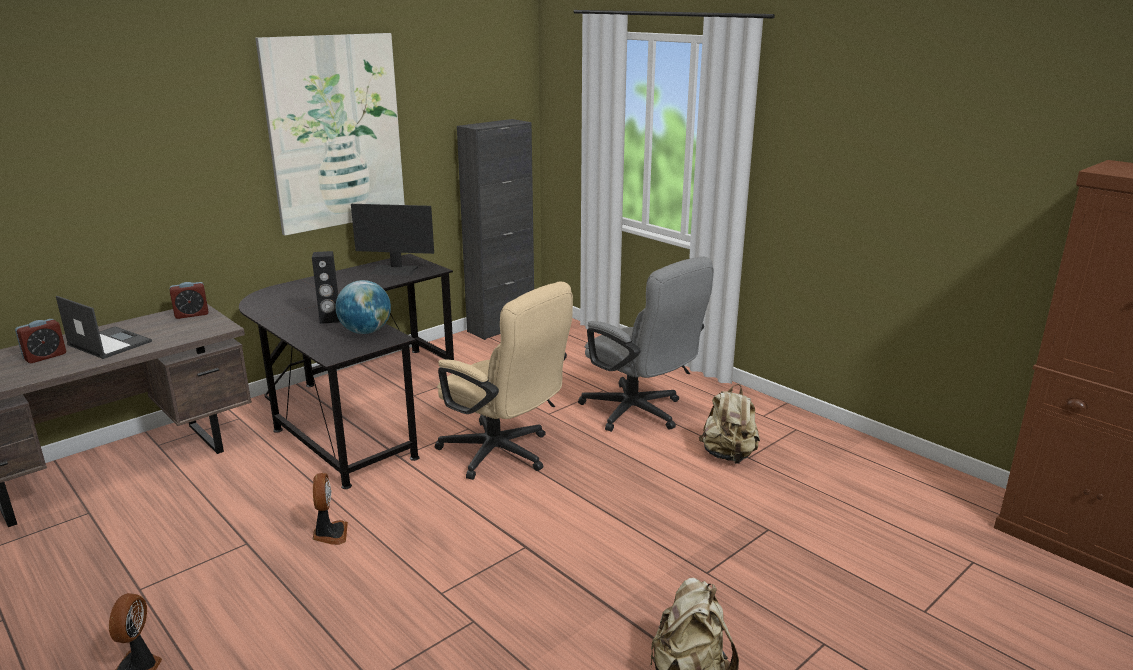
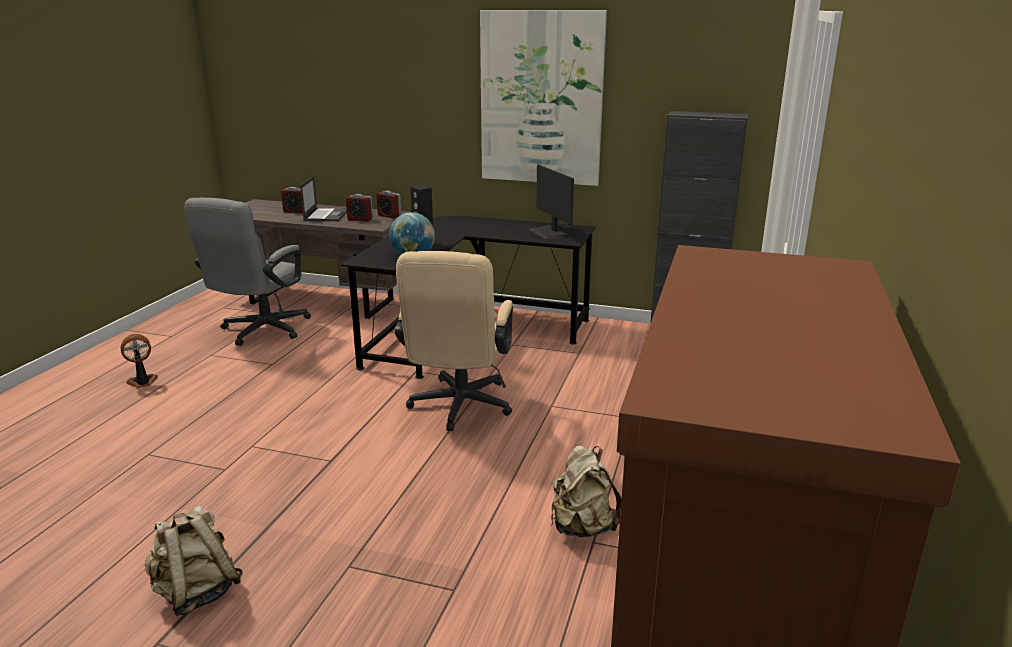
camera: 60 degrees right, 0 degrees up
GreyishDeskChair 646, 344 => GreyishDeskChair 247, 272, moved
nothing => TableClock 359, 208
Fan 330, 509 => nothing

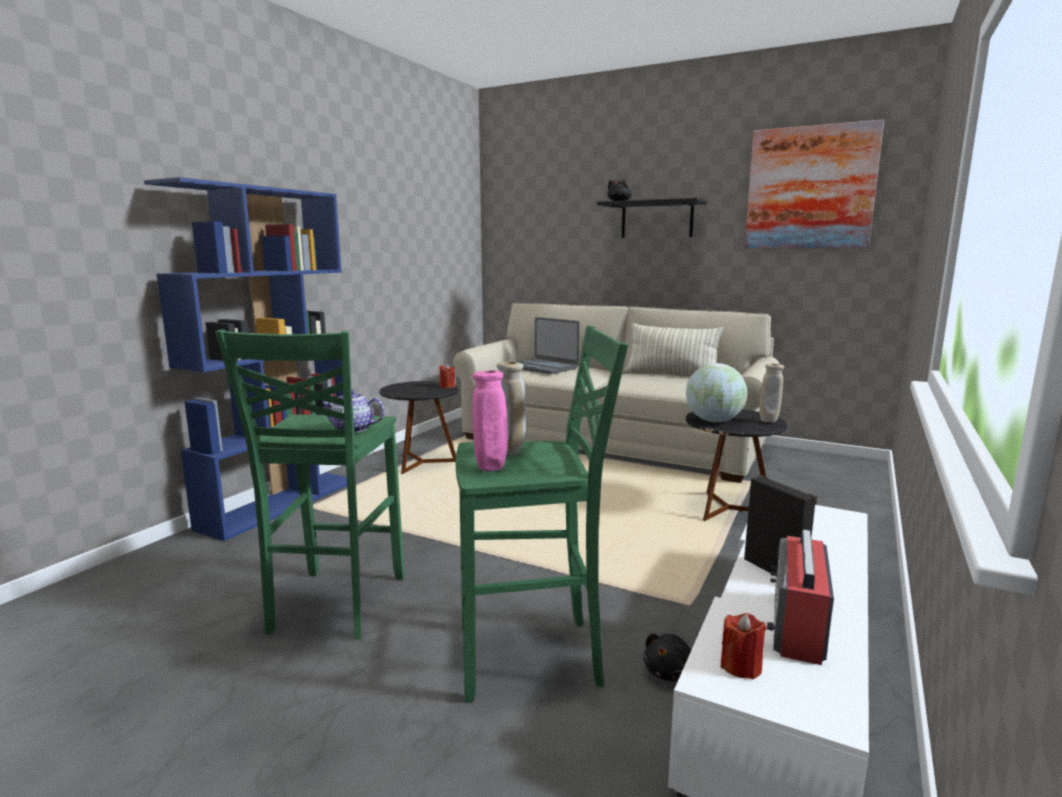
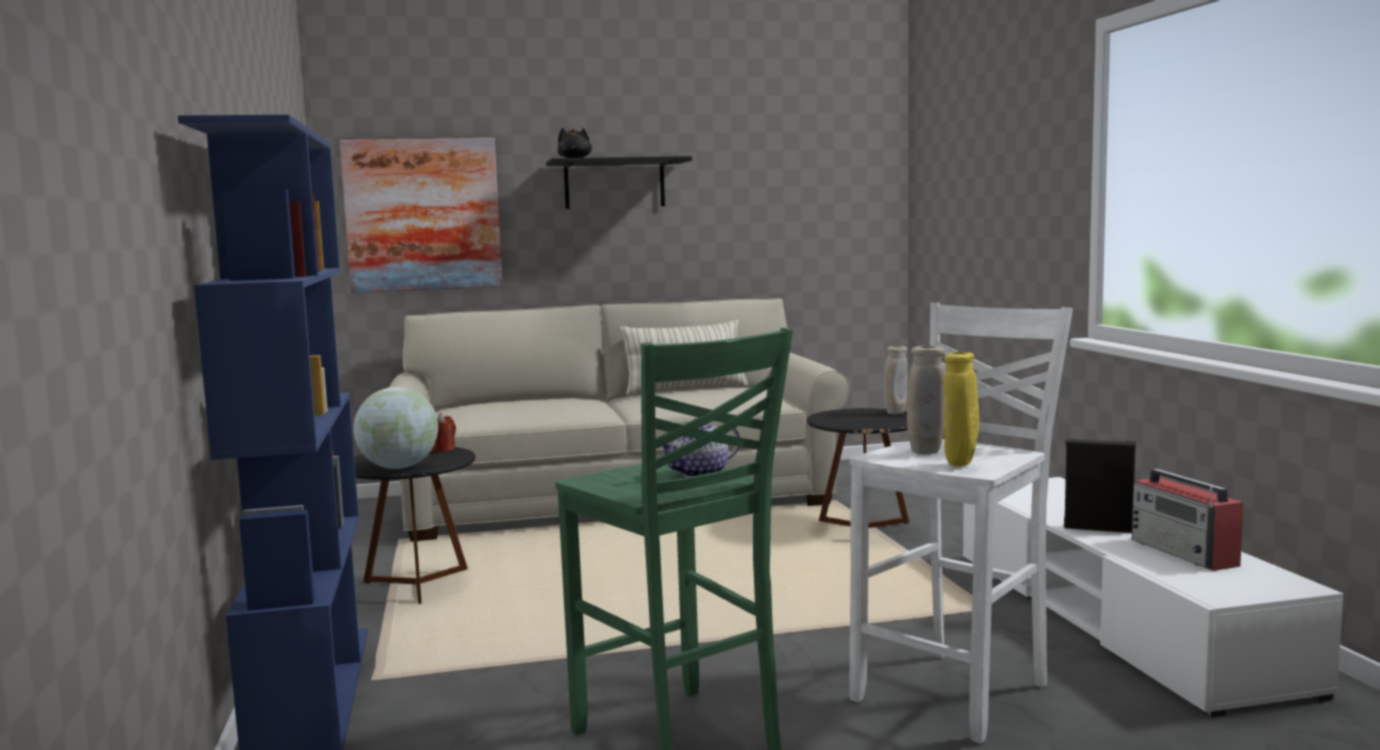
camera: 40 degrees left, 5 degrees down
WallPicture 814, 184 => WallPicture 421, 215, moved
Globe 716, 392 => Globe 395, 428, moved
GreenColouredSittingStool 542, 514 => WhitishSittingStool 961, 523
PinkishDecorativeVase 490, 420 => YellowishDecorativeVase 961, 409
NotebookComputer 549, 345 => nothing
BlackCuddlyToy 667, 657 => nothing
ReddishCandle 743, 646 => nothing

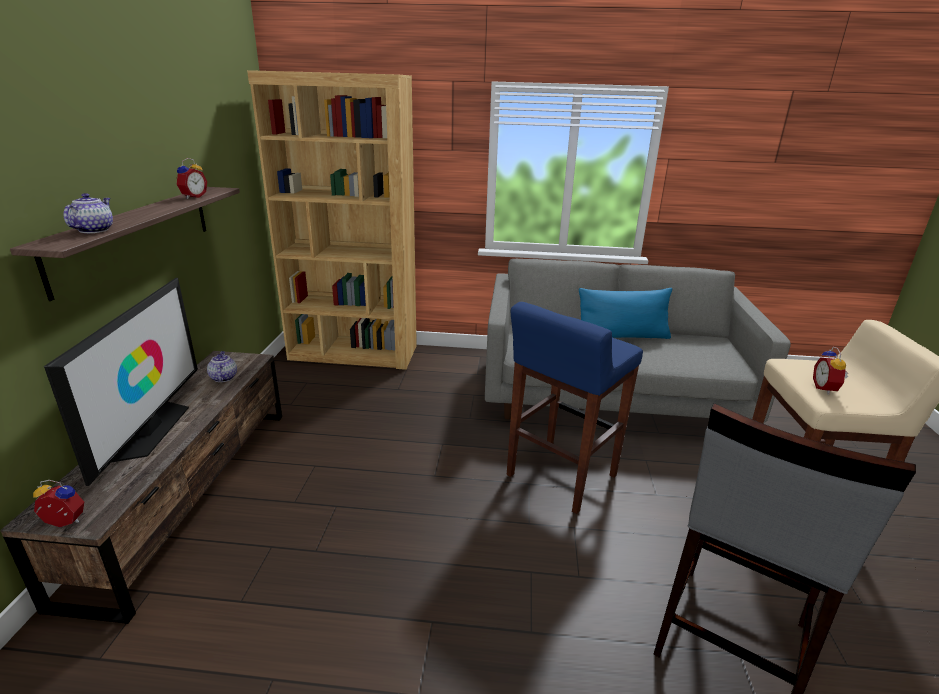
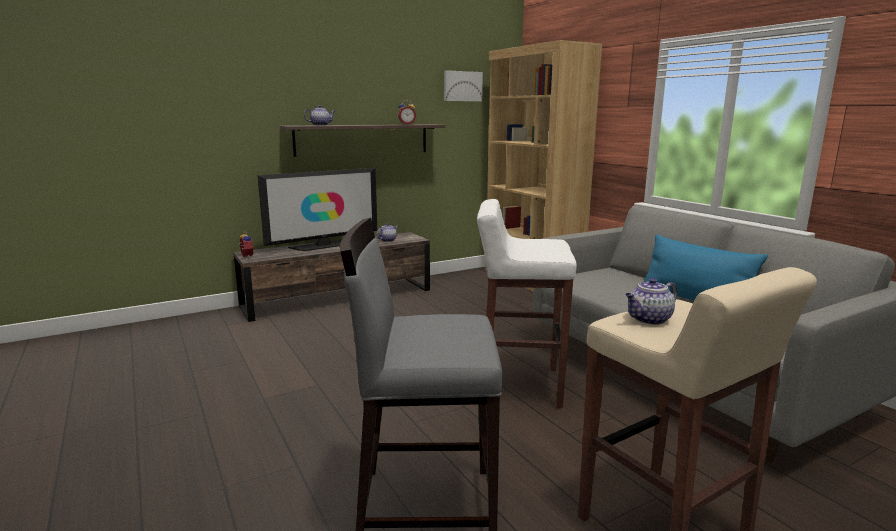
camera: 55 degrees right, 10 degrees down
nothing => WallPicture 463, 85
BluishSittingStool 575, 408 => WhitishSittingStool 527, 303
TableClock 830, 371 => Teapot 651, 301

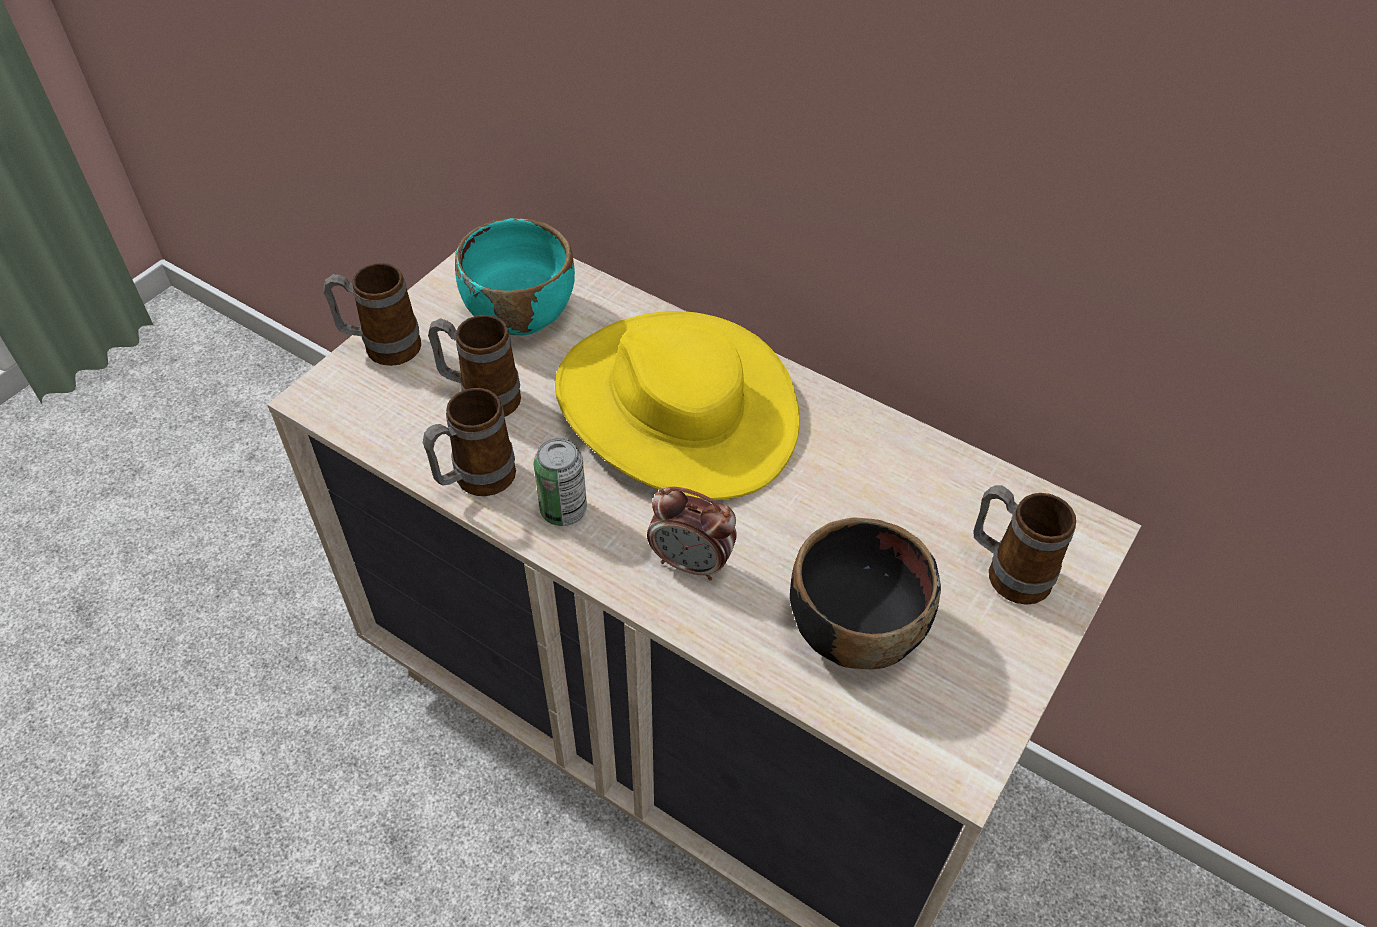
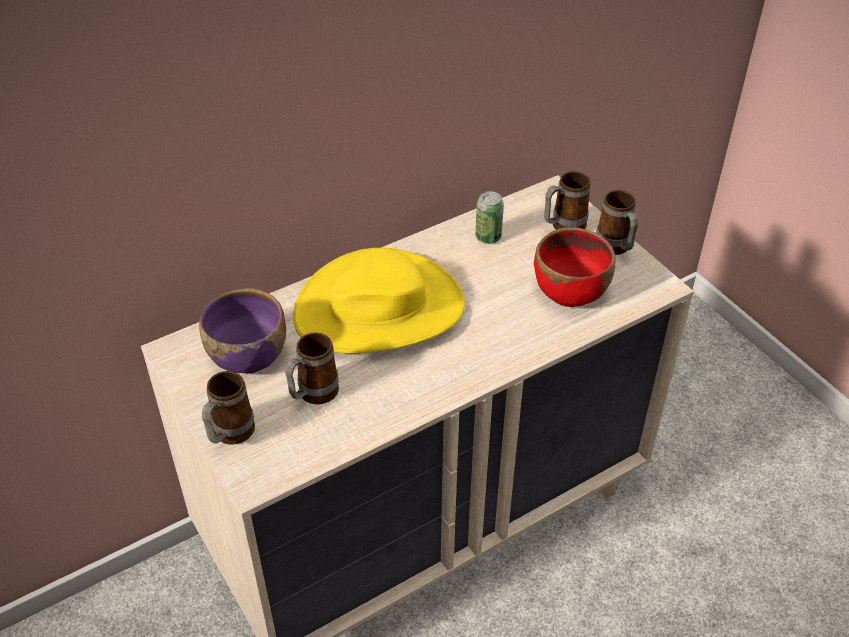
camera: 65 degrees left, 5 degrees down
TurquoiseServingBowl 515, 277 => PurpleServingBowl 242, 331
MetalCan 560, 482 => MetalCan 489, 217, moved
BlackServingBowl 865, 593 => ReddishServingBowl 575, 267
TeaMug 469, 442 => TeaMug 617, 222, moved
TableClock 692, 534 => nothing

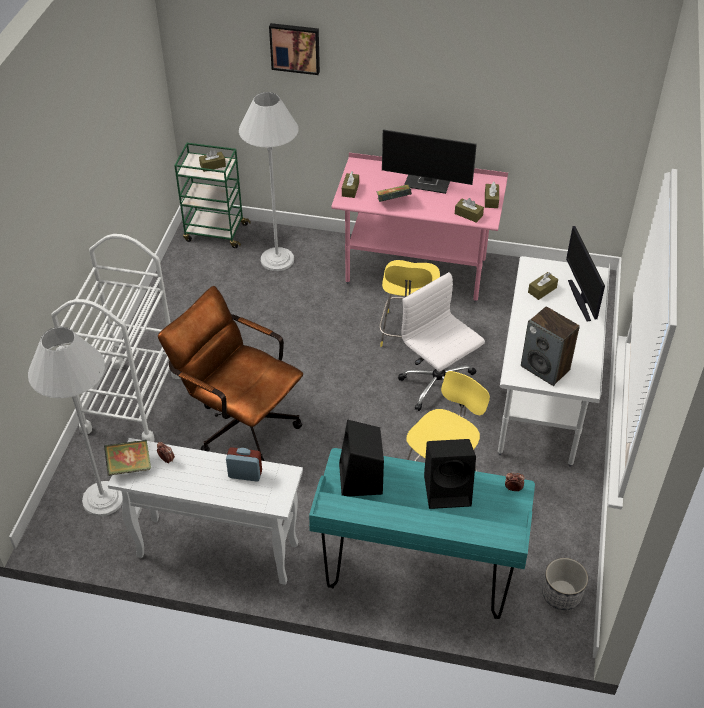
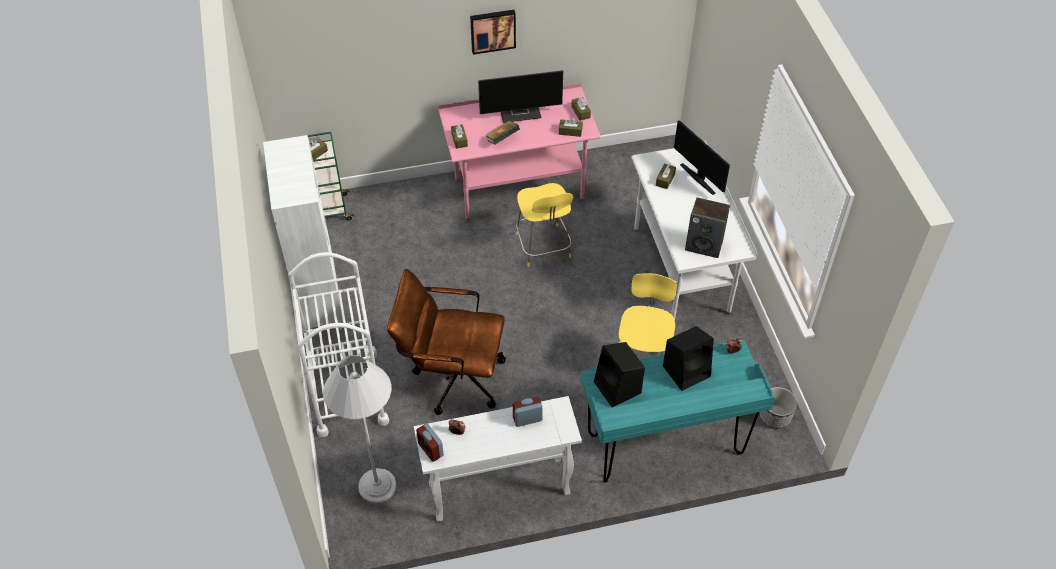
camera: 25 degrees left, 5 degrees up
nothing => WhitishShelvingUnit 303, 232
Volume 127, 458 => TableClock 430, 442
WallPicture 294, 49 => WallPicture 493, 32, moved
WhitishStandingLamp 269, 181 => nothing
WhitishDeskChair 441, 341 => nothing

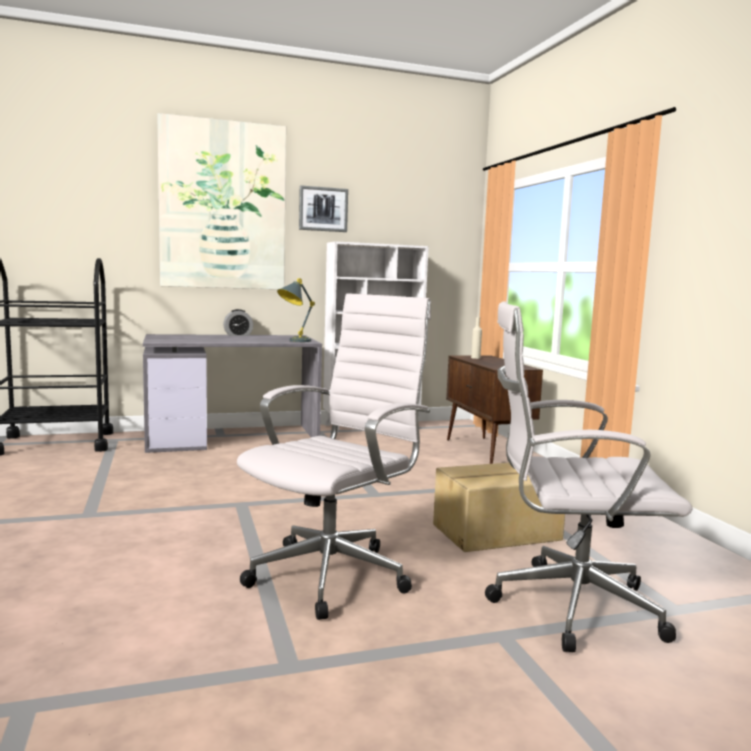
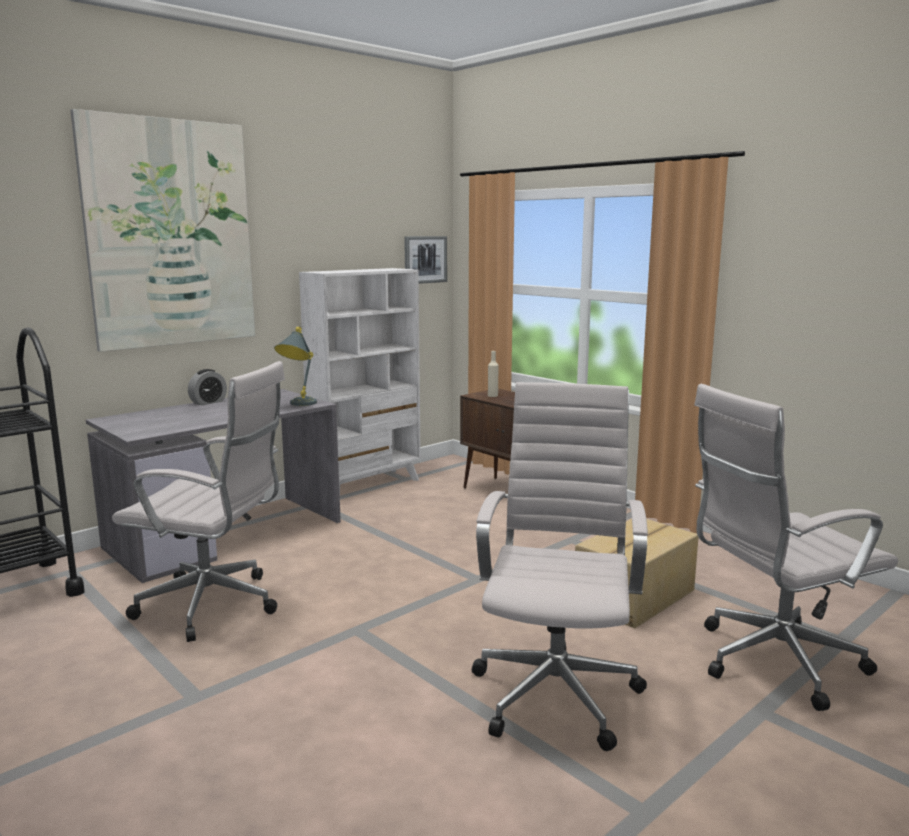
camera: 25 degrees left, 5 degrees up
nothing => WhitishDeskChair 198, 501
WallPicture 323, 208 => WallPicture 425, 260, moved

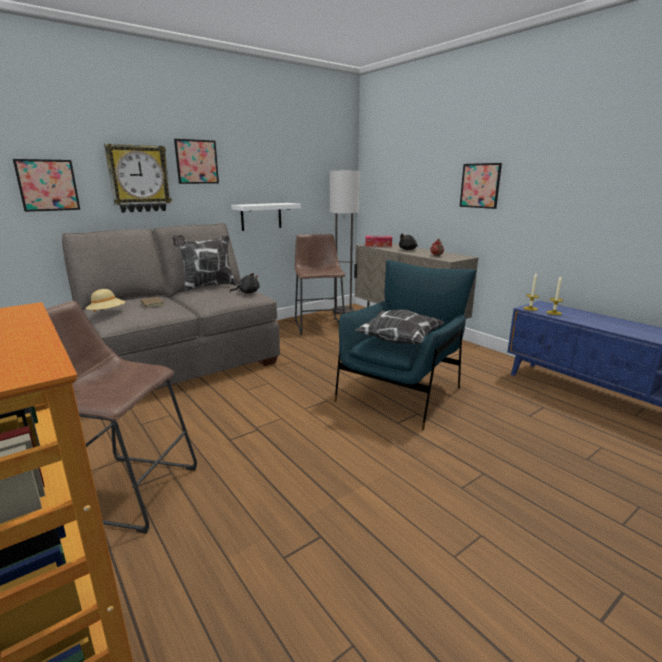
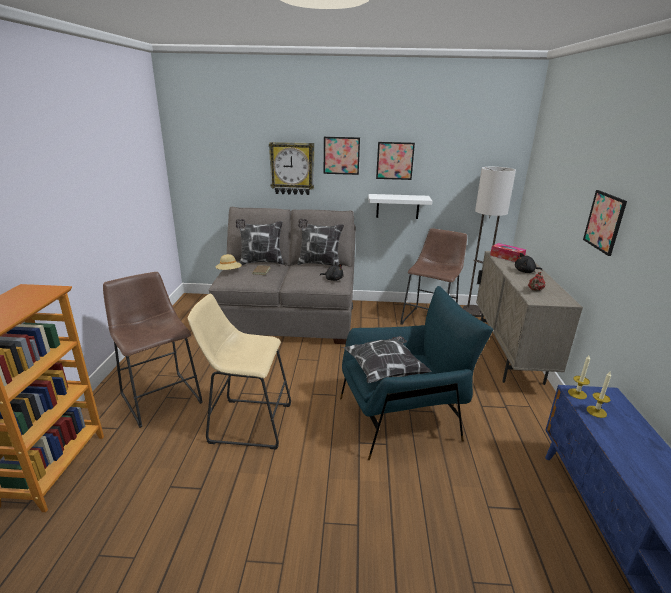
camera: 40 degrees right, 5 degrees up
nothing => SandColouredSittingStool 239, 372
nothing => ThrowPillow 260, 242
WallPicture 46, 185 => WallPicture 395, 161, moved

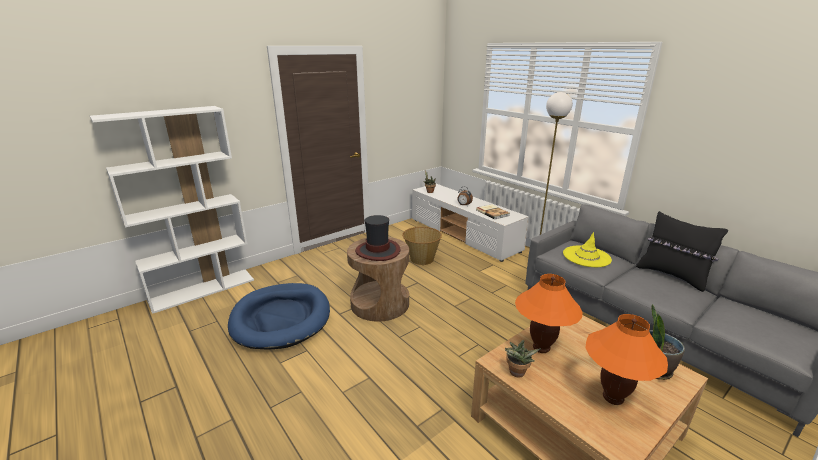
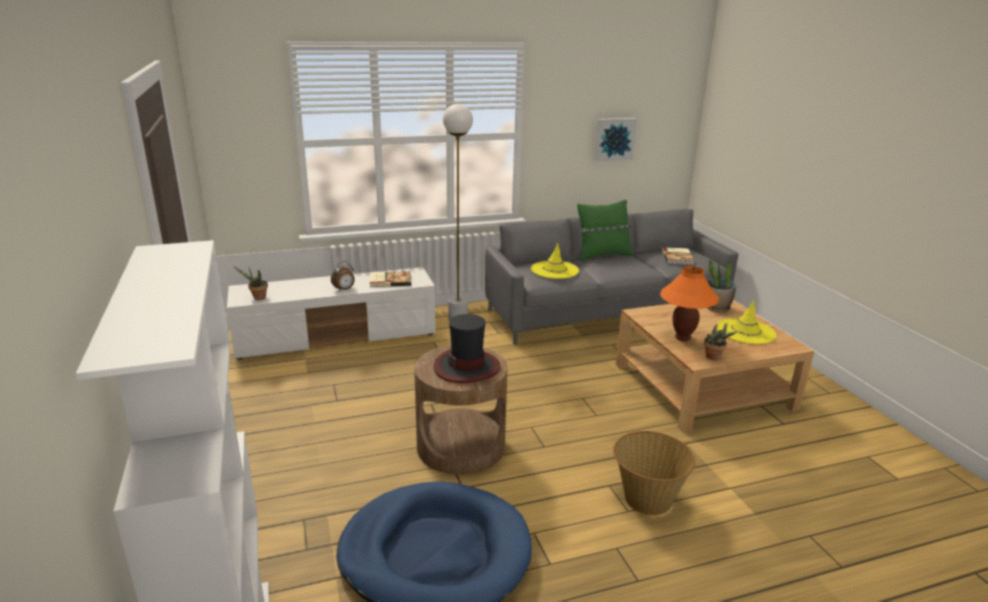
camera: 70 degrees left, 0 degrees up
BlackThrowPillow 682, 251 => GreenColouredThrowPillow 604, 230
nothing => WallPicture 615, 139
HouseholdBasket 422, 246 => HouseholdBasket 654, 473, moved
nothing => Volume 678, 256
OrangeColouredTableLamp 626, 359 => YellowishClothingHat 746, 322

